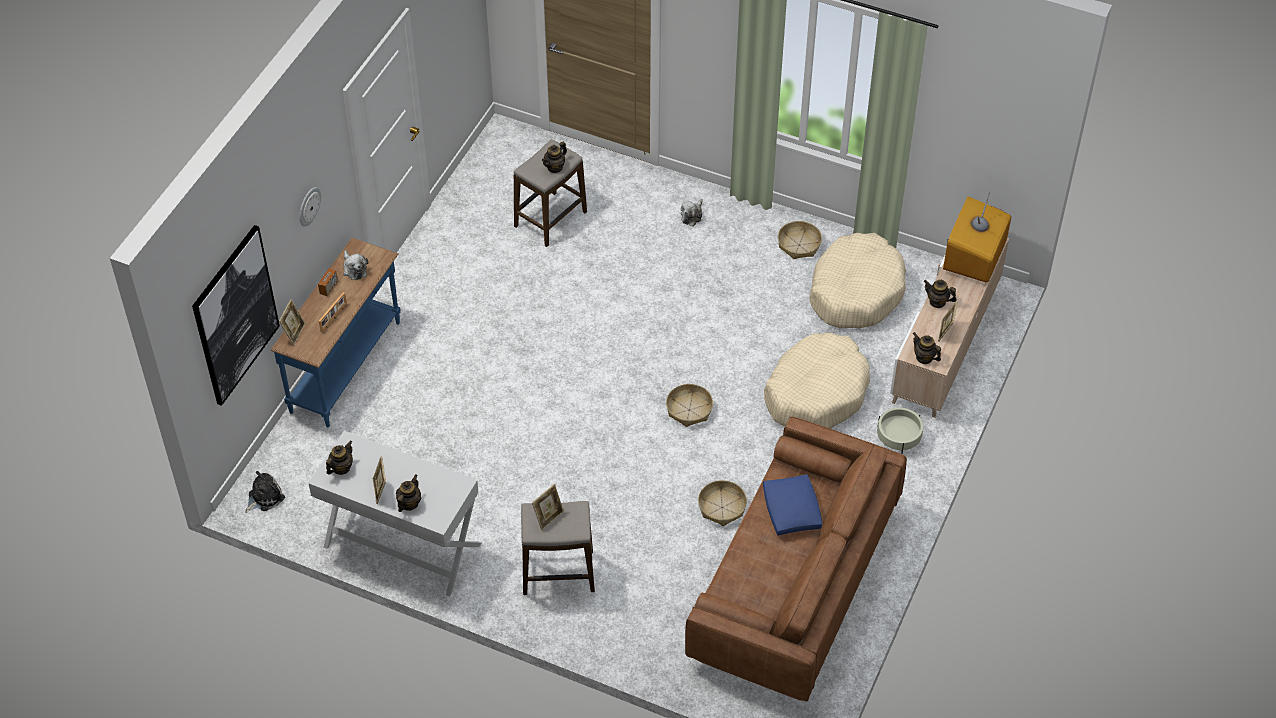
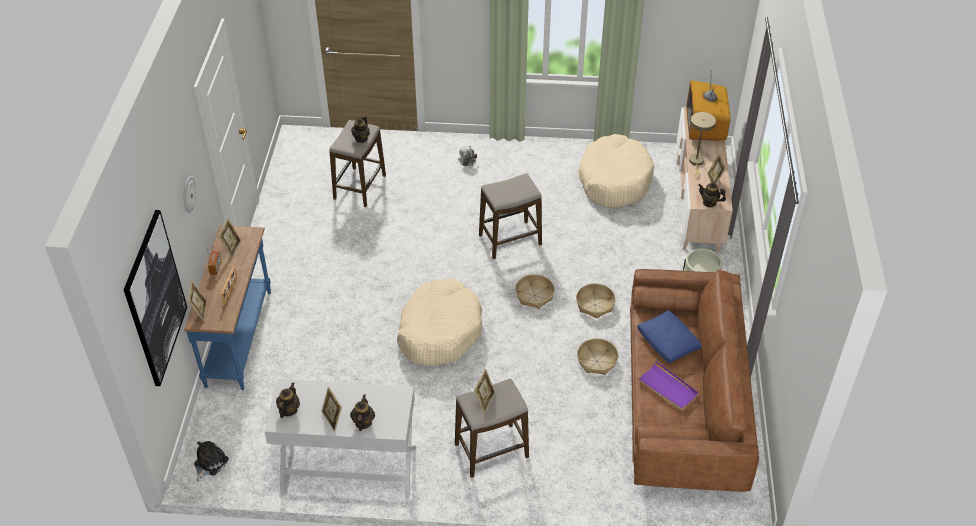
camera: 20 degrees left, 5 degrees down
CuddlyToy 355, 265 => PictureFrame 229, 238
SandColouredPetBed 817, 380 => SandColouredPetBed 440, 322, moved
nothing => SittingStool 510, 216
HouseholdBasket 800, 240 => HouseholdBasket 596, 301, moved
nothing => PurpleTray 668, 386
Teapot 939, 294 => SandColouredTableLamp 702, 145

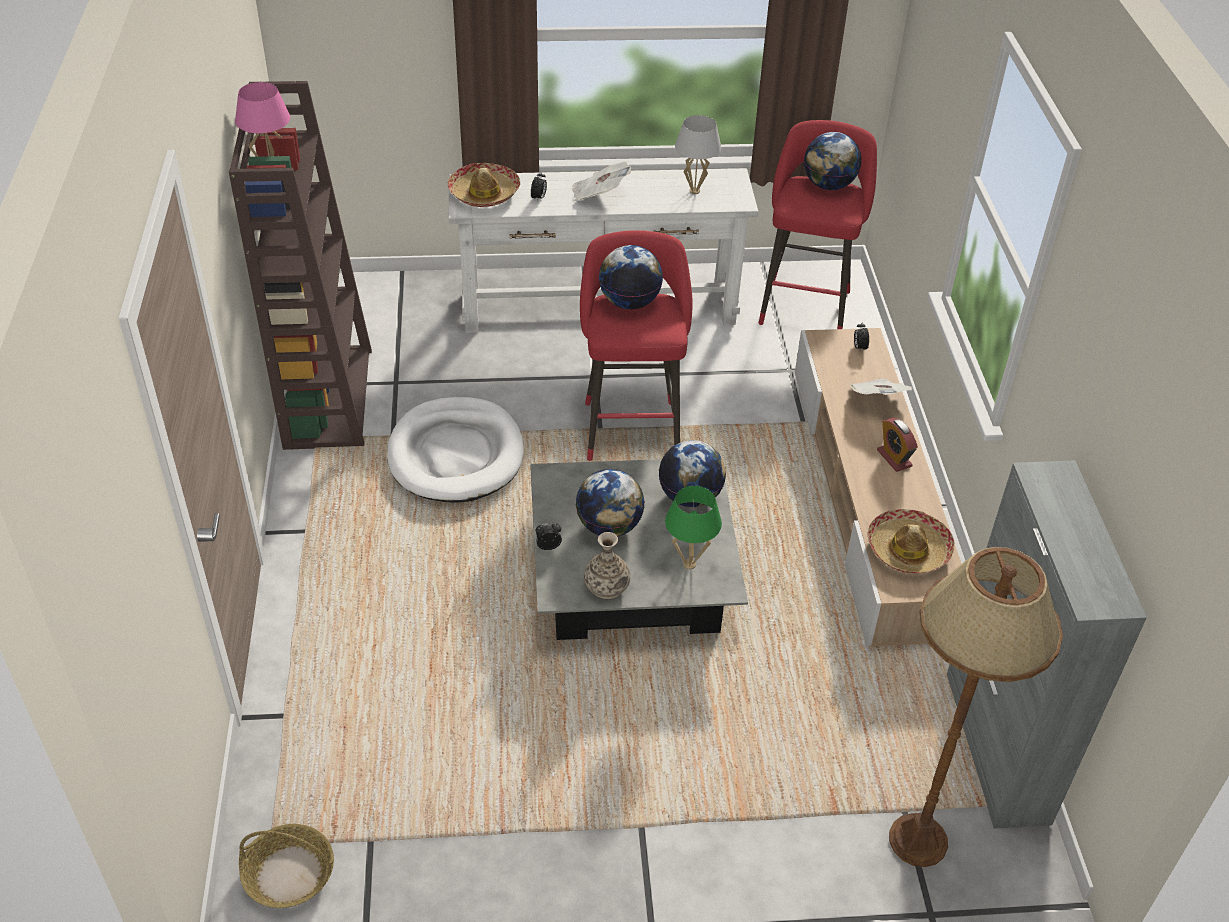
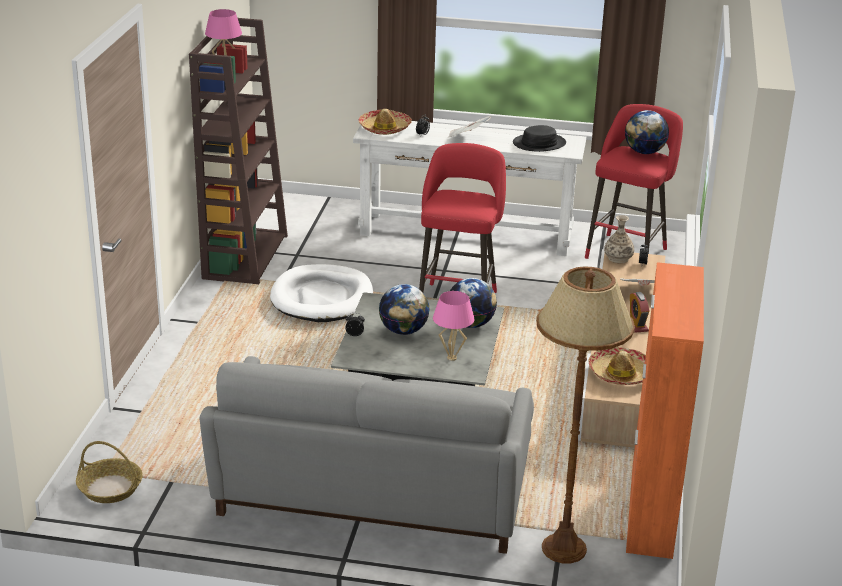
camera: 15 degrees right, 15 degrees down
nothing => GreyishSofa 367, 455
GreenColouredTableLamp 693, 528 => PinkishTableLamp 453, 326
WhitishTableLamp 698, 154 => BlackClothingHat 539, 138
DecorativeVase 607, 565 => DecorativeVase 619, 239, moved
GreyishCupboard 1047, 644 => OrangeColouredCupboard 665, 410
Globe 631, 277 => nothing

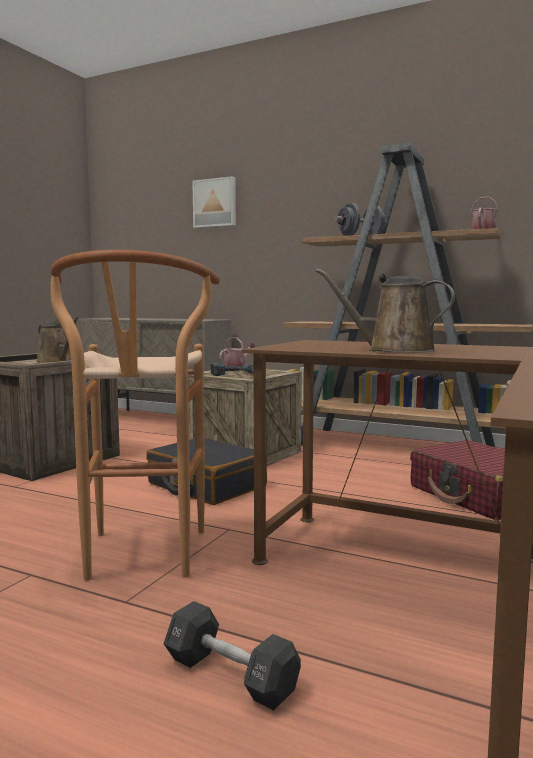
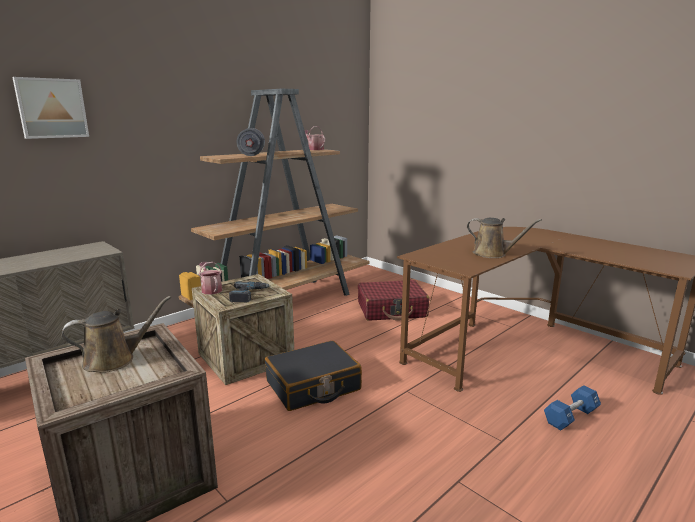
camera: 70 degrees left, 10 degrees up
BrownishWateringCan 385, 311 => BrownishWateringCan 504, 238, 105 degrees counterclockwise
BlackHandWeight 232, 656 => BluishHandWeight 572, 407
BrownishSittingStool 135, 415 => nothing

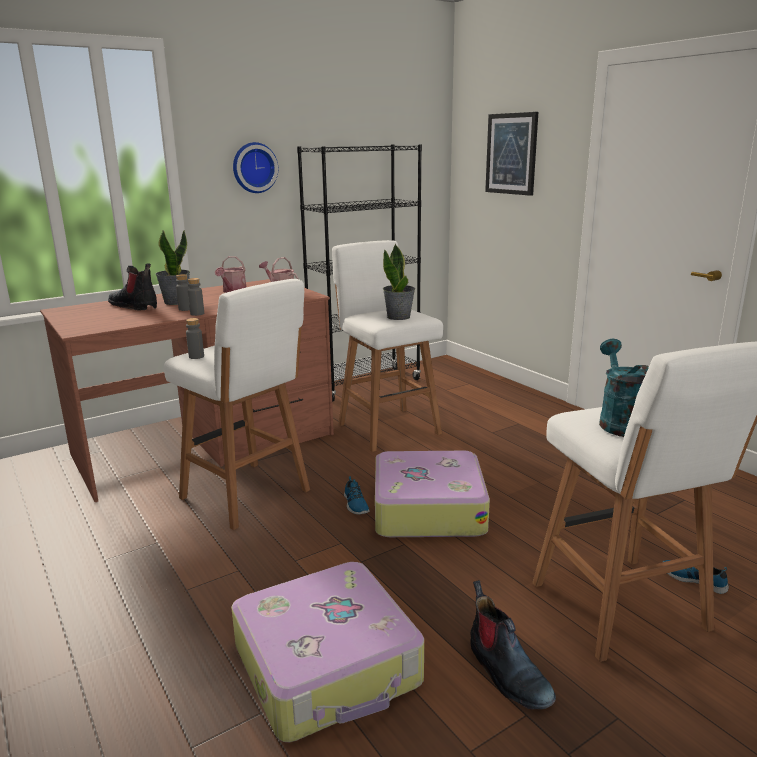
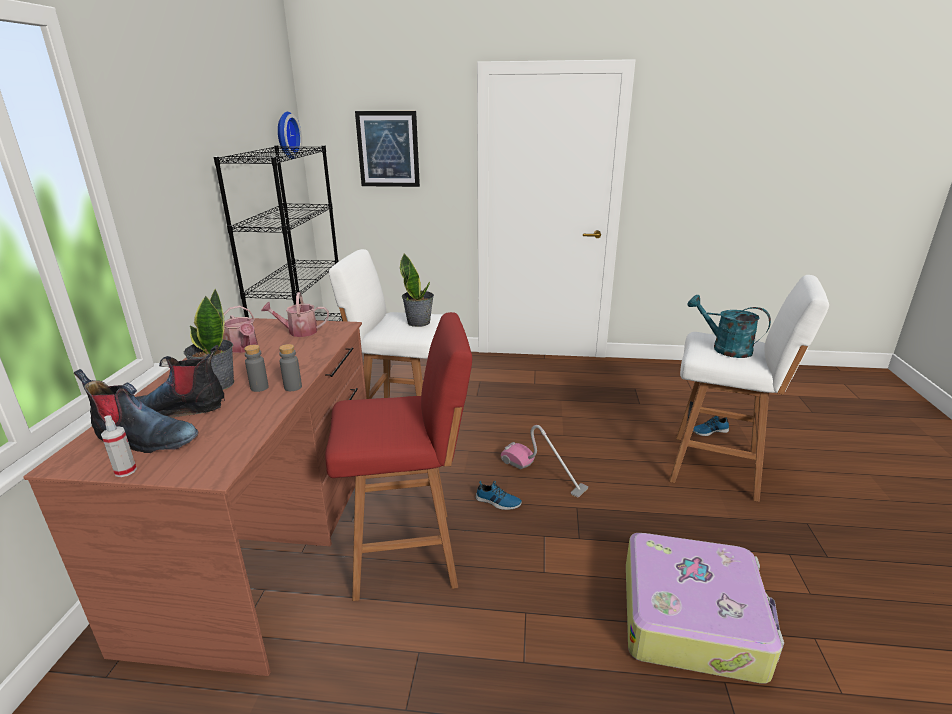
camera: 50 degrees left, 5 degrees up
HighTopBoot 513, 644 => HighTopBoot 136, 411, moved
nothing => SprayBottle 119, 446
WallClock 255, 167 => WallClock 290, 135, moved
WhitishSittingStool 237, 404 => ReddishSittingStool 398, 456
Suitcase 432, 494 => VacuumCleaner 544, 461
GreyishBottle 195, 338 => nothing

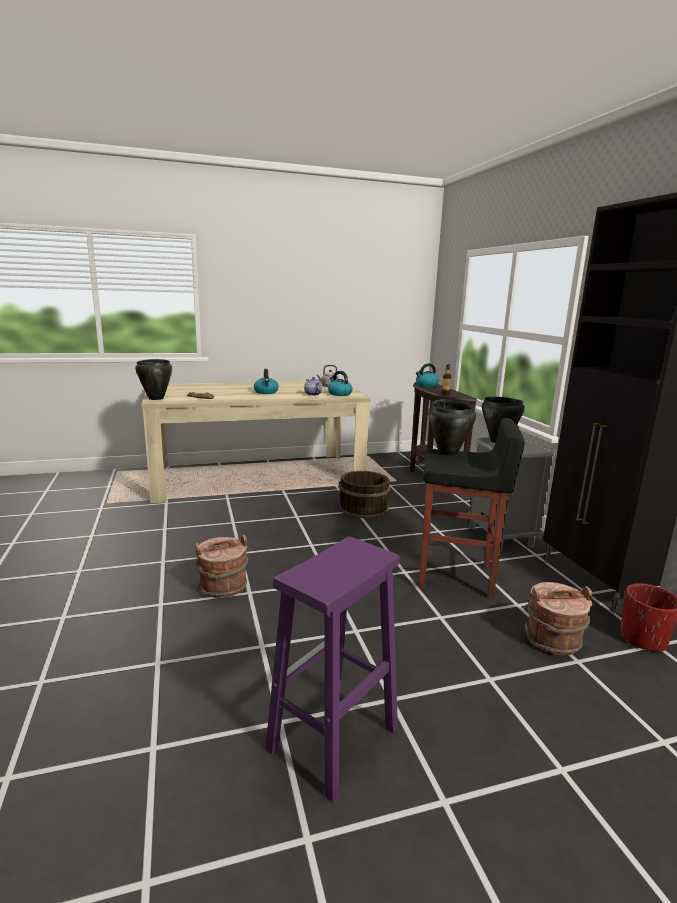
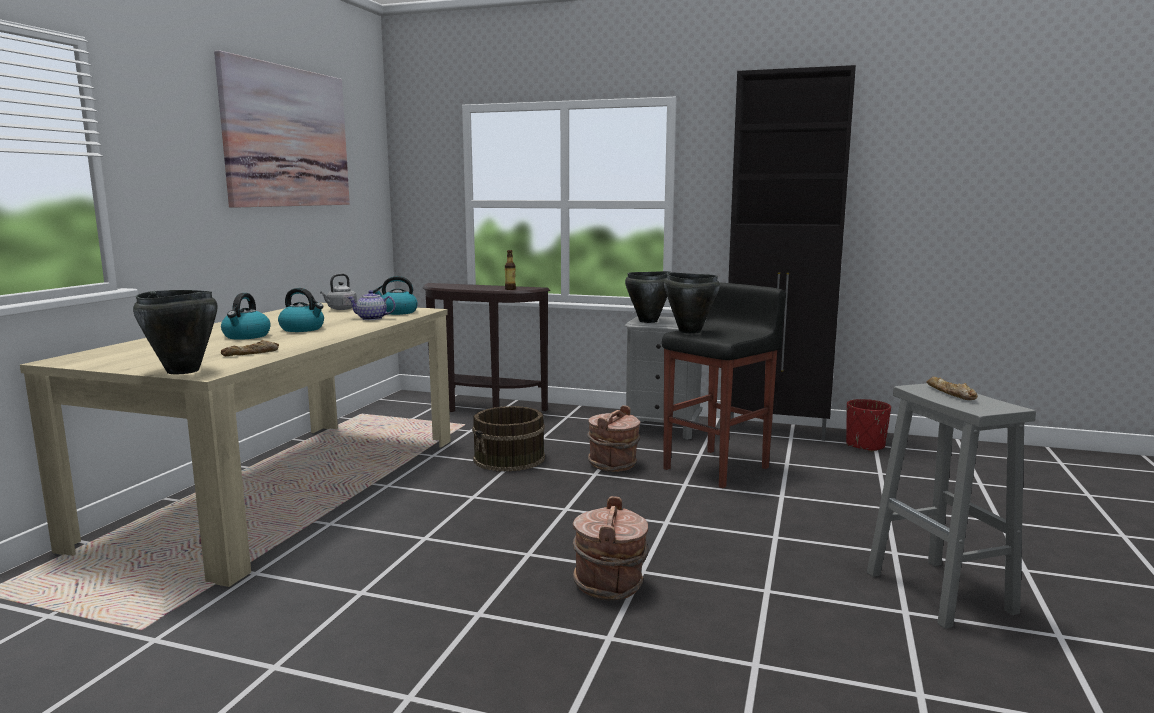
camera: 55 degrees left, 5 degrees down
nothing => WallPicture 282, 129
Kettle 427, 375 => Kettle 246, 316, moved
BrownishWaterBucket 558, 618 => BrownishWaterBucket 613, 438, moved
PurpleSittingStool 332, 669 => GreyishSittingStool 951, 506
nothing => BakedBread 952, 388

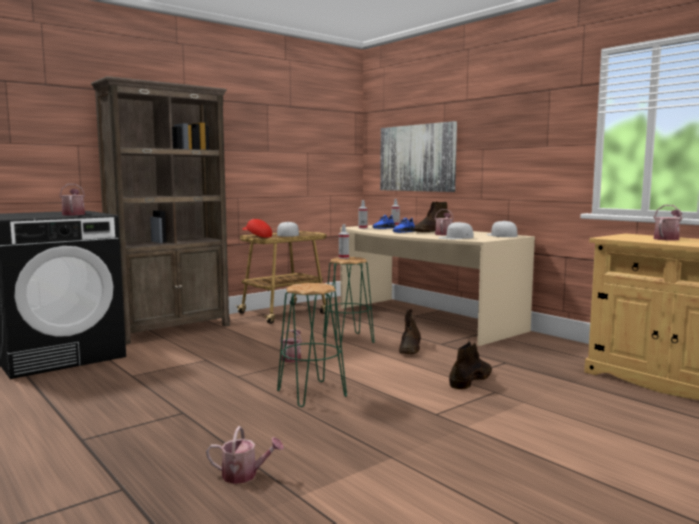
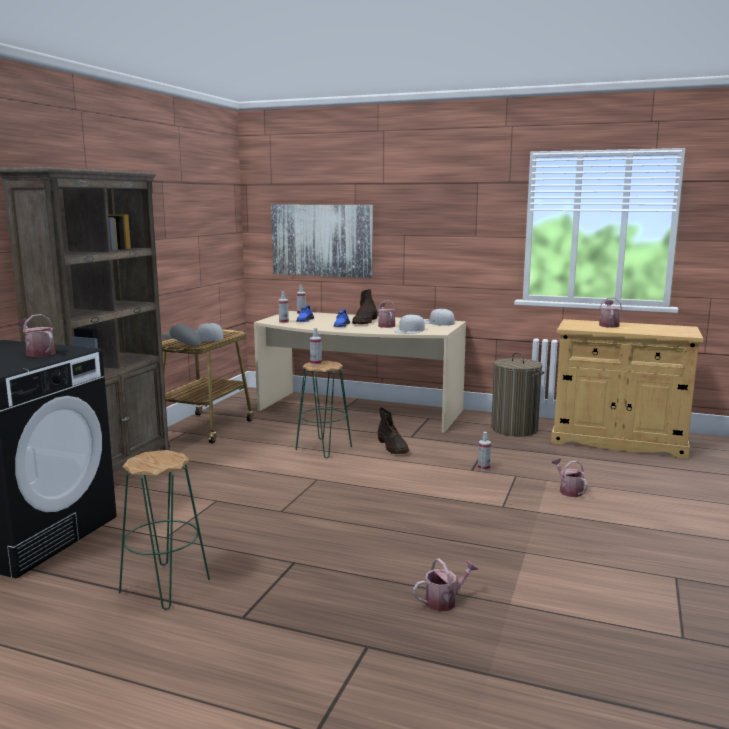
camera: 30 degrees left, 5 degrees up
GreenColouredSittingStool 312, 345 => GreenColouredSittingStool 164, 530, moved
ReddishBaseballCap 257, 228 => GreyishBaseballCap 181, 335
BrownishHighTopBoot 470, 365 => SprayBottle 484, 451
nothing => LaundryBasket 517, 394
WateringCan 291, 346 => WateringCan 570, 478, moved

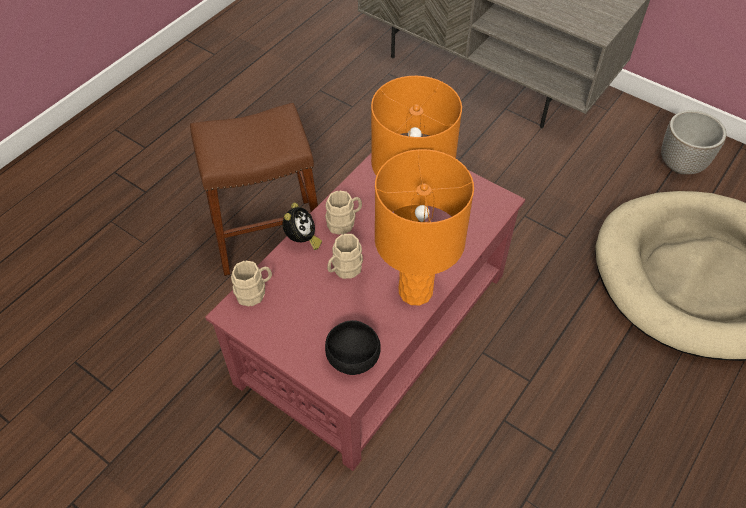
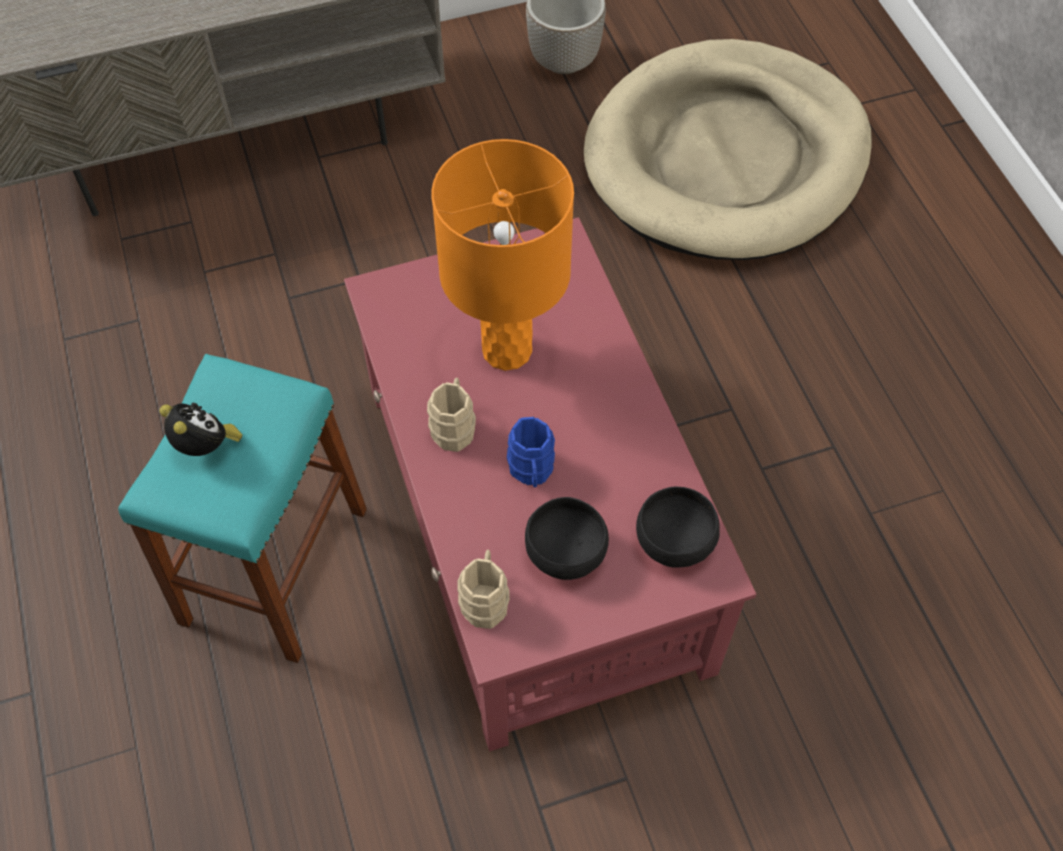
camera: 55 degrees left, 5 degrees up
BrownishSittingStool 254, 189 => TurquoiseSittingStool 242, 508
TableClock 302, 226 => TableClock 201, 429, moved
SandColouredTeaMug 345, 256 => BluishTeaMug 531, 452
nothing => BlackServingBowl 567, 538
OrangeColouredTableLamp 424, 227 => nothing

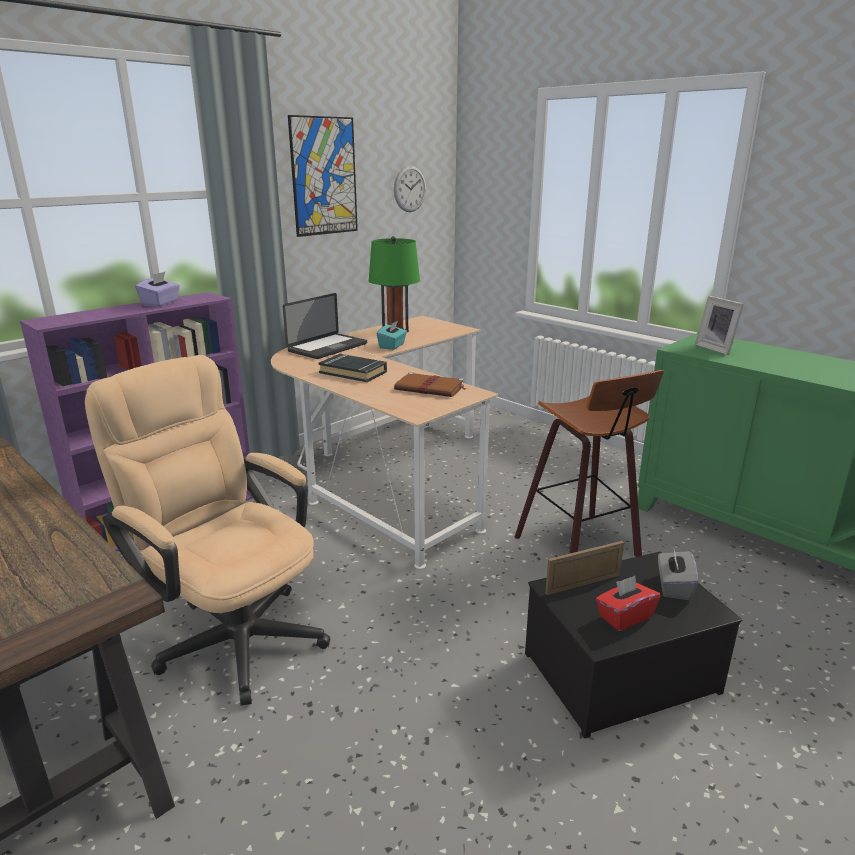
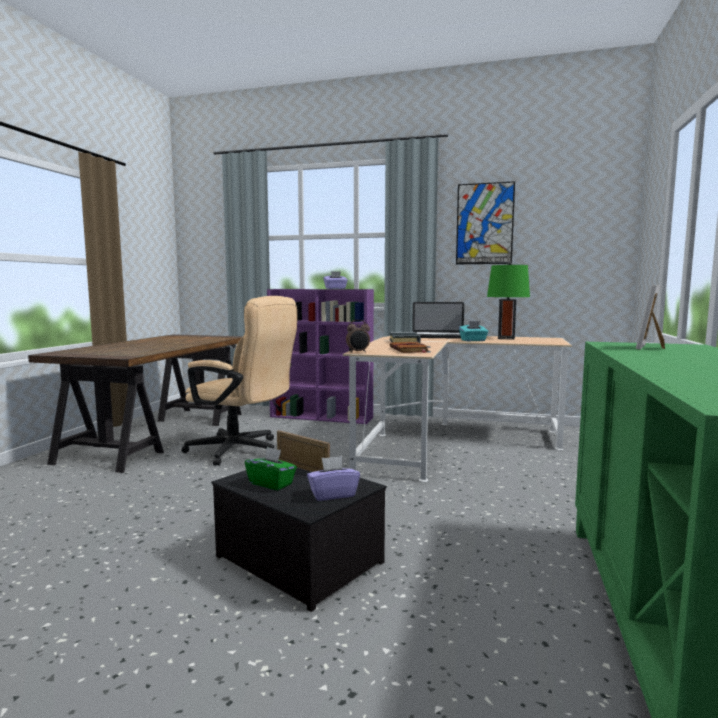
camera: 60 degrees right, 15 degrees down
SandColouredDeskChair 207, 530 => SandColouredDeskChair 239, 381, 105 degrees clockwise
ReddishTissueBox 628, 603 => GreenColouredTissueBox 271, 468
GreyishTissueBox 678, 574 => PurpleTissueBox 333, 478
nothing => TableClock 358, 336
WallClock 410, 188 => nothing
SittingStool 589, 463 => nothing

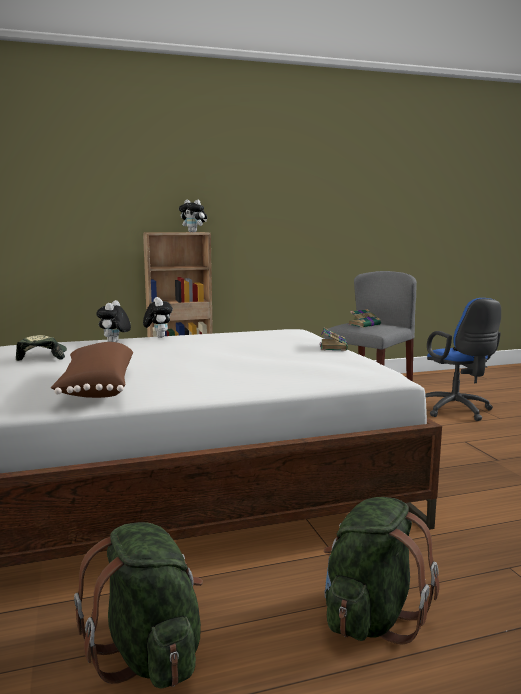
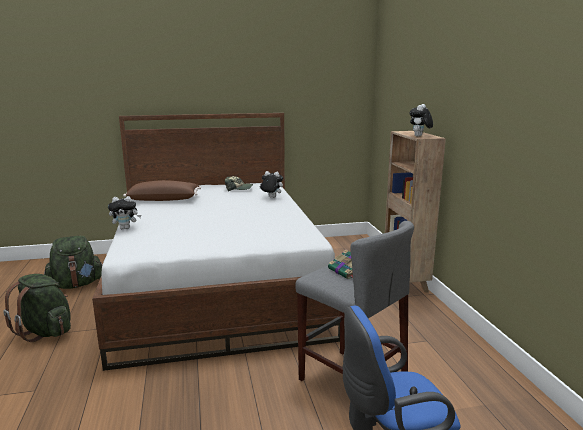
camera: 95 degrees right, 5 degrees up
CuddlyToy 158, 317 => CuddlyToy 124, 212, moved
Volume 334, 339 => nothing

